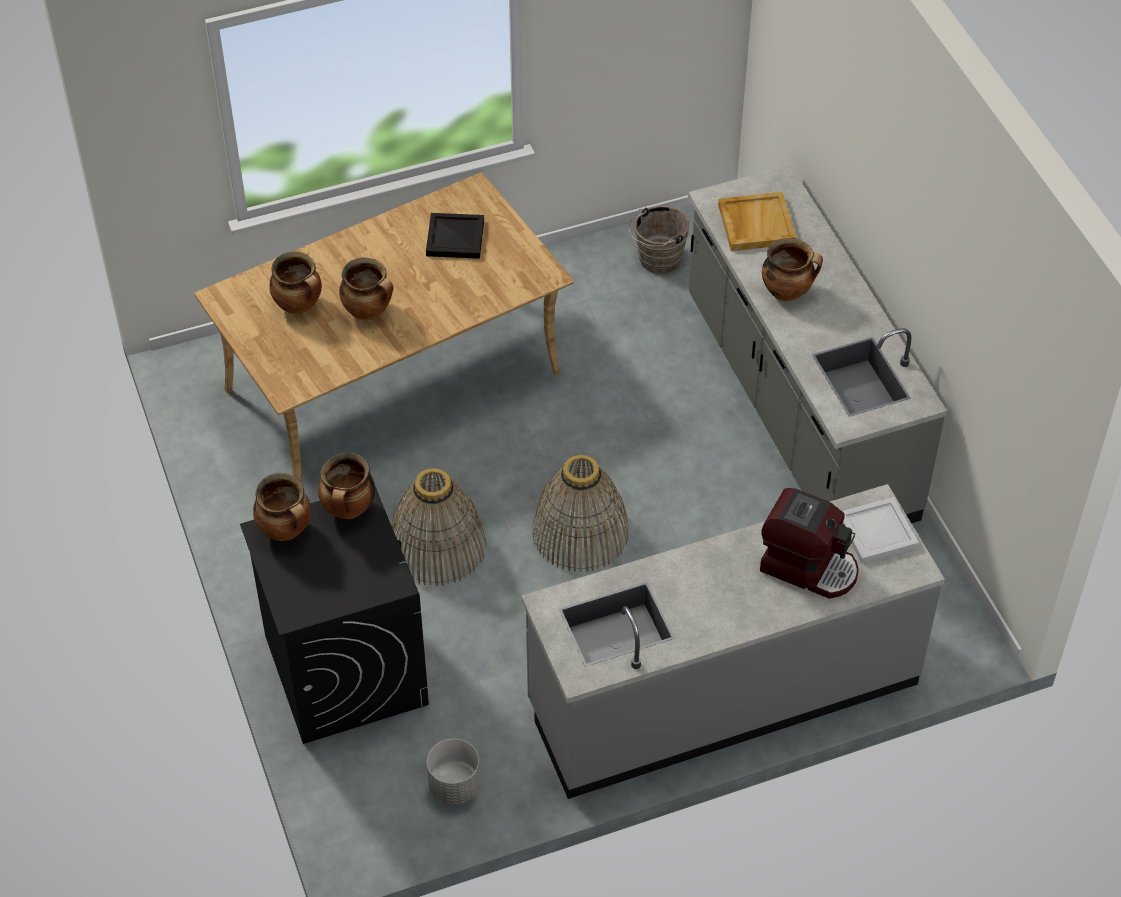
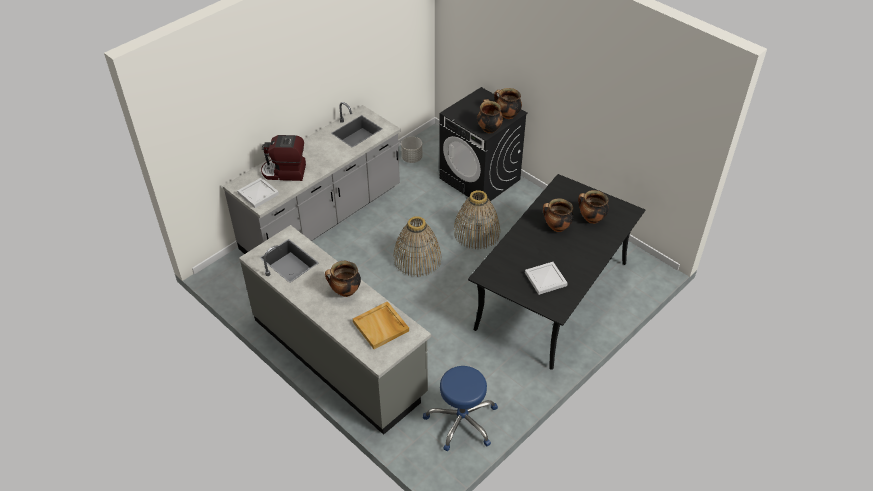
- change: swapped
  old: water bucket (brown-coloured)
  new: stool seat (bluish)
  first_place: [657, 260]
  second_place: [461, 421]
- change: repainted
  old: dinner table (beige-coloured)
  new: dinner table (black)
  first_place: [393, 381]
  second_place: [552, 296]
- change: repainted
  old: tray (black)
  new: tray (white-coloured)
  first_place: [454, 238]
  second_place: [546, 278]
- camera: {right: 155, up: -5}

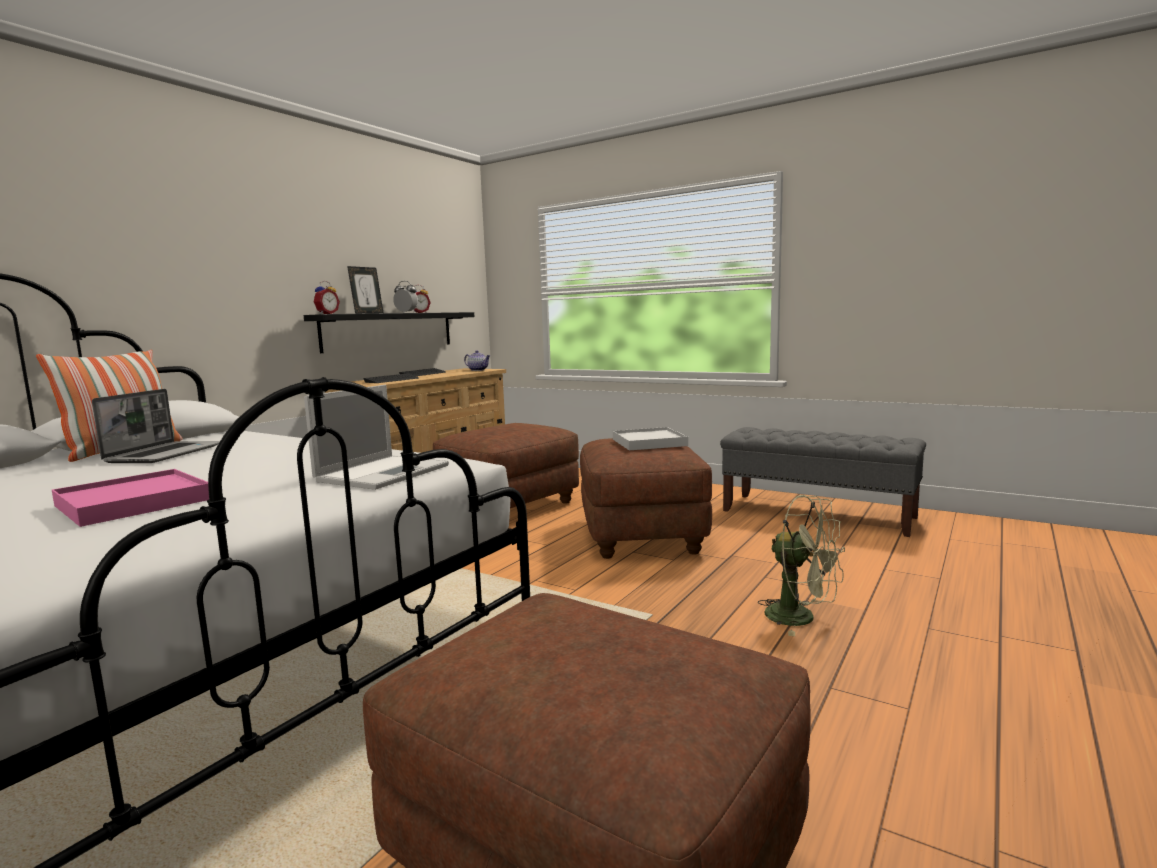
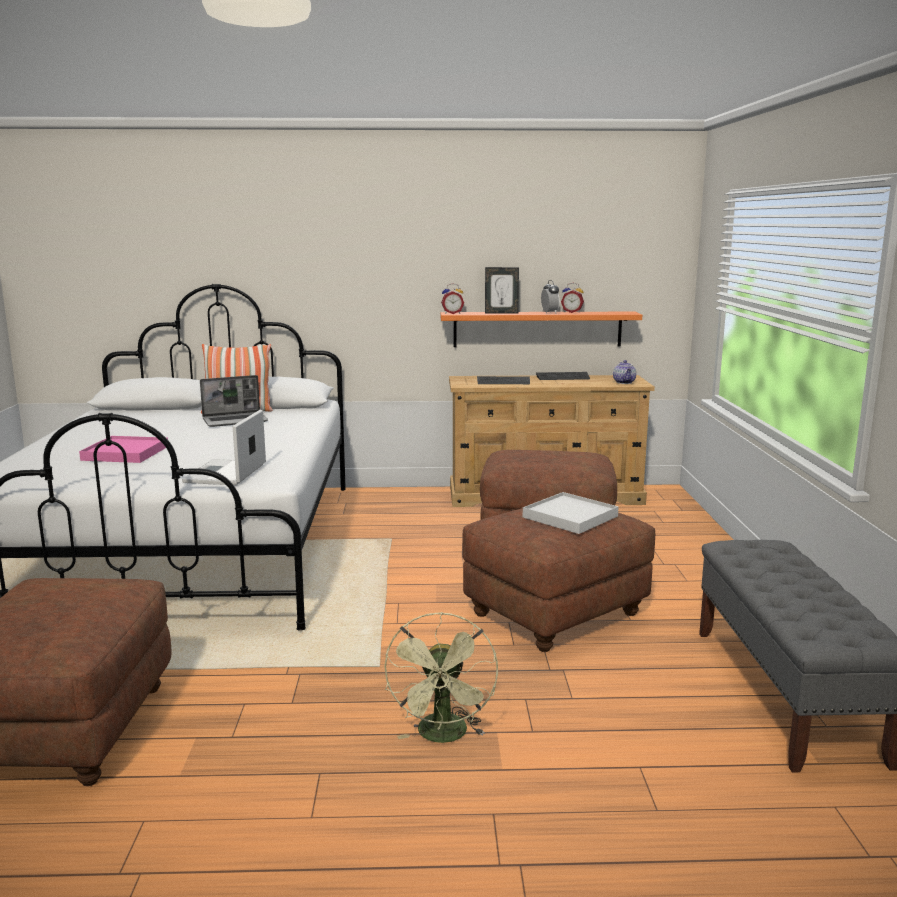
- change: repainted
  old: bracket shelf (black)
  new: bracket shelf (orange)
  first_place: [389, 331]
  second_place: [537, 329]
- change: rotated
  old: laptop
  first_place: [384, 473]
  second_place: [225, 474]
  degrees: 105
- camera: {right: 55, up: 5}

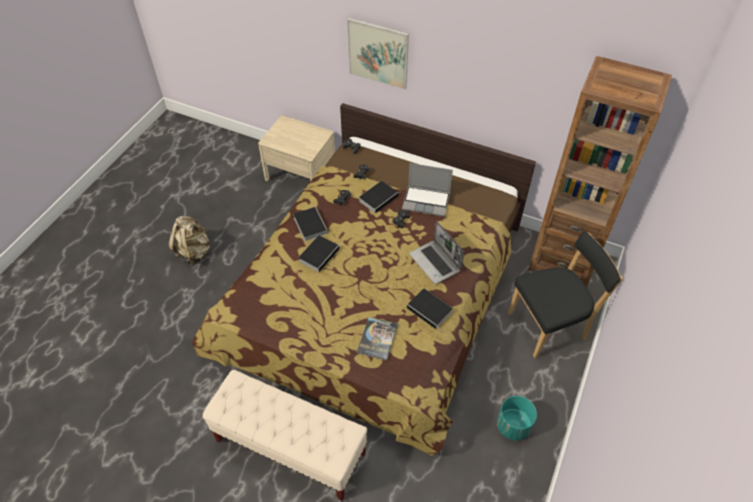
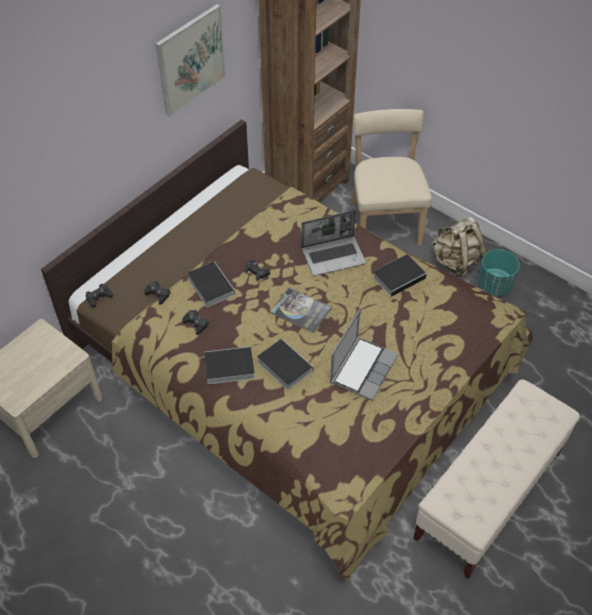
- change: shifted
  old: backpack (beige-coloured)
  first_place: [194, 252]
  second_place: [455, 262]
- change: shifted
  old: wall picture
  first_place: [378, 53]
  second_place: [191, 60]
- change: shifted
  old: volume
  first_place: [377, 338]
  second_place: [300, 310]
- change: shifted
  old: laptop
  first_place: [427, 201]
  second_place: [363, 368]
- change: repainted
  old: plain chair (black)
  new: plain chair (beige-coloured)
  first_place: [550, 325]
  second_place: [384, 221]
- camera: {right: -75, up: 0}

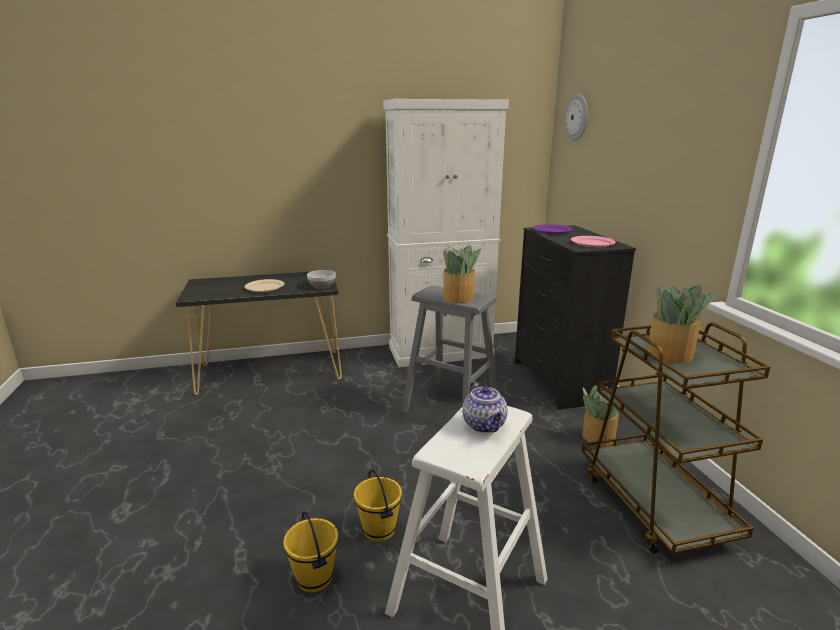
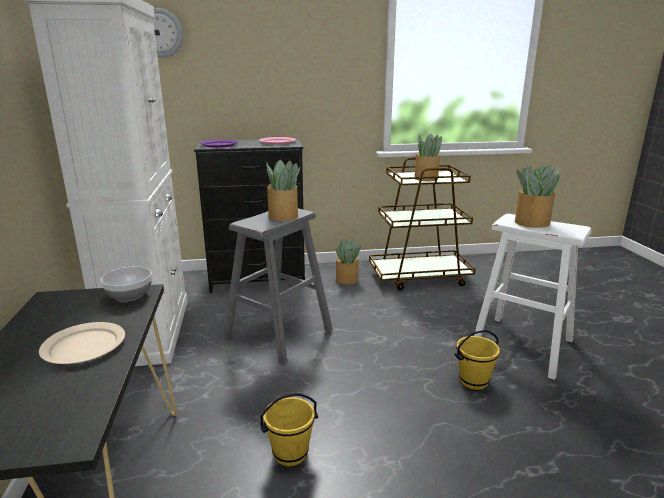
- change: shifted
  old: water bucket (yellow-coloured)
  first_place: [314, 578]
  second_place: [290, 454]
- change: swapped
  old: tea pot
  new: plant in a pot
  first_place: [485, 425]
  second_place: [531, 222]
- camera: {right: -85, up: 0}

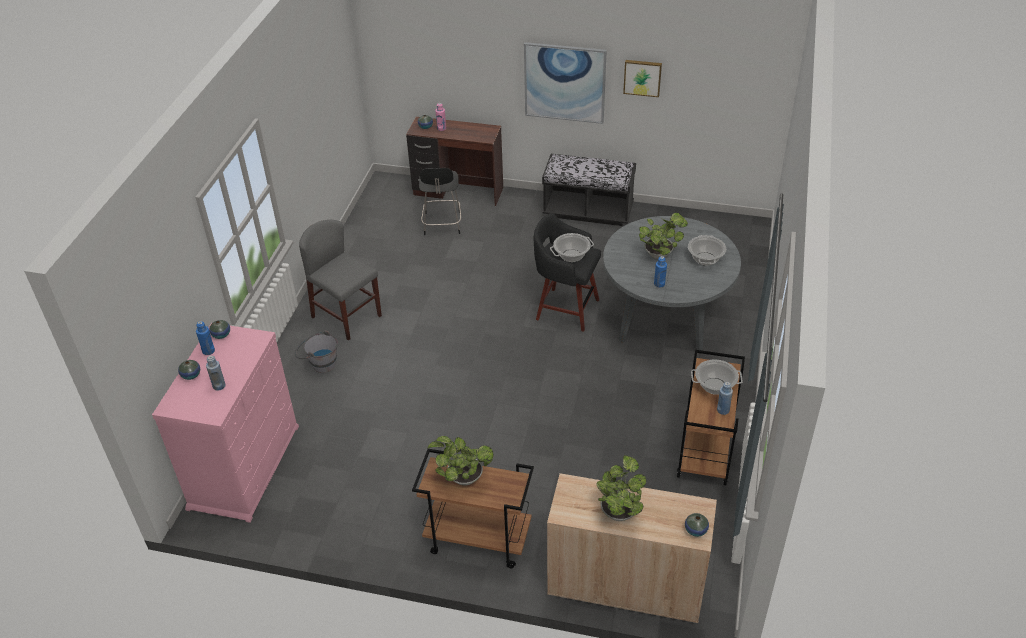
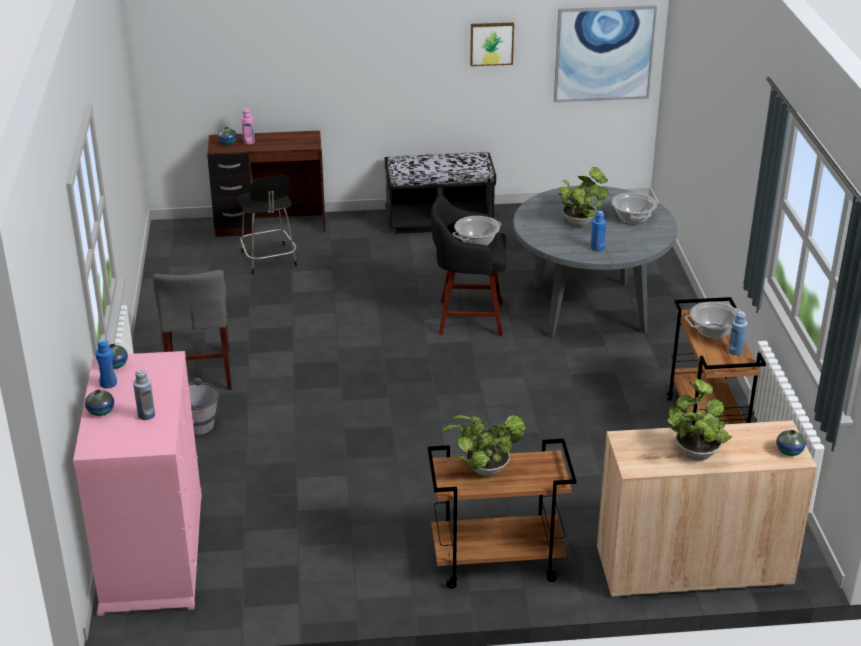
- change: shifted
  old: wall picture
  first_place: [564, 82]
  second_place: [603, 53]
- change: rotated
  old: plain chair (greyish)
  first_place: [346, 316]
  second_place: [199, 371]
  degrees: -120
- camera: {right: -20, up: -10}

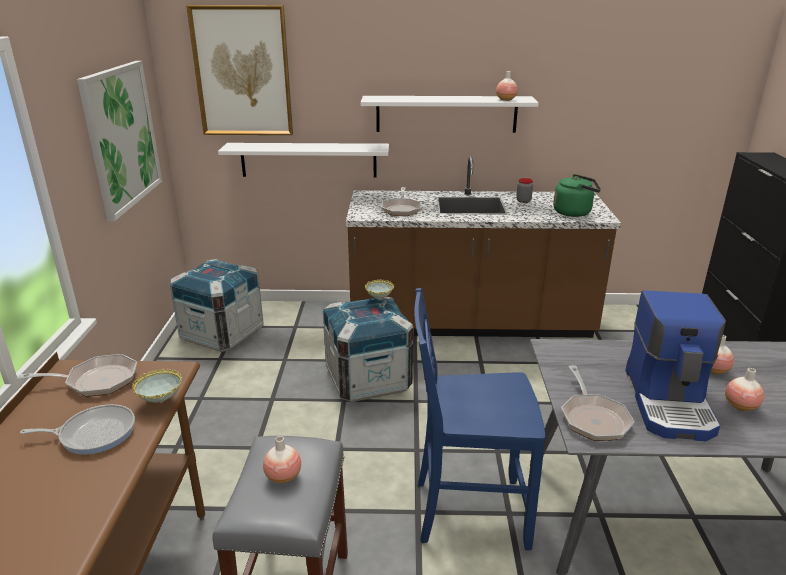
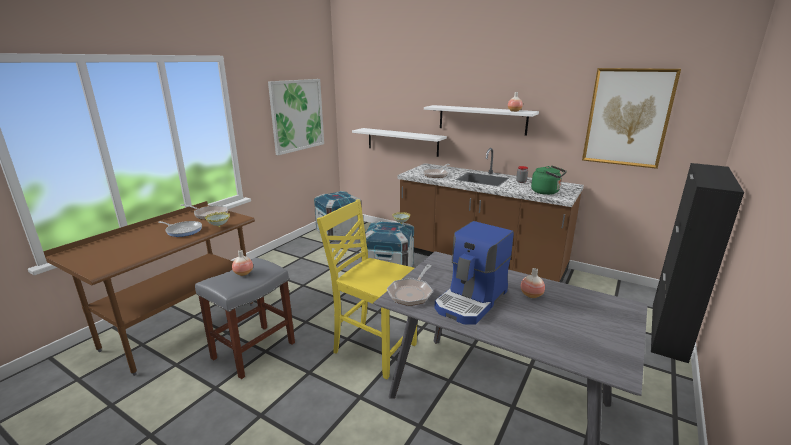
- change: gone
  old: decorative vase
  first_place: [740, 406]
- change: shifted
  old: wall picture
  first_place: [242, 72]
  second_place: [627, 117]
- change: repainted
  old: plain chair (bluish)
  new: plain chair (yellow-coloured)
  first_place: [468, 511]
  second_place: [373, 348]
- camera: {right: 30, up: -5}

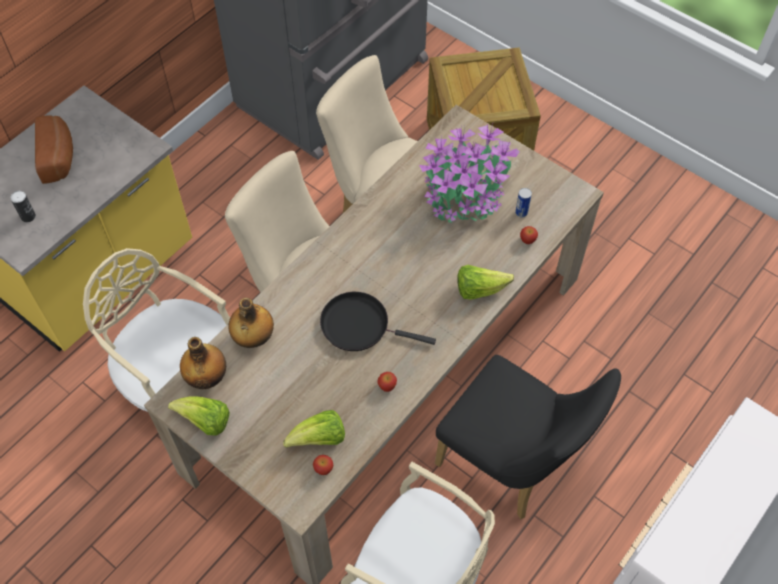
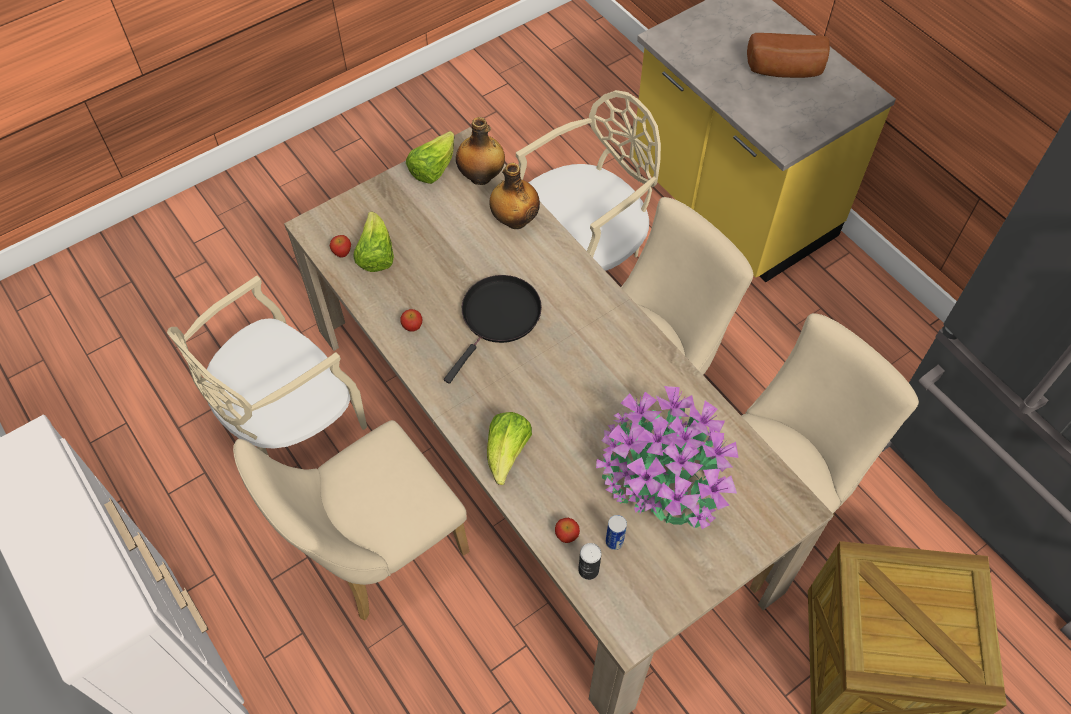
- change: shifted
  old: sealed can
  first_place: [28, 216]
  second_place: [588, 570]
- change: repainted
  old: plain chair (black)
  new: plain chair (beige-coloured)
  first_place: [511, 464]
  second_place: [375, 552]
- camera: {right: 105, up: 0}

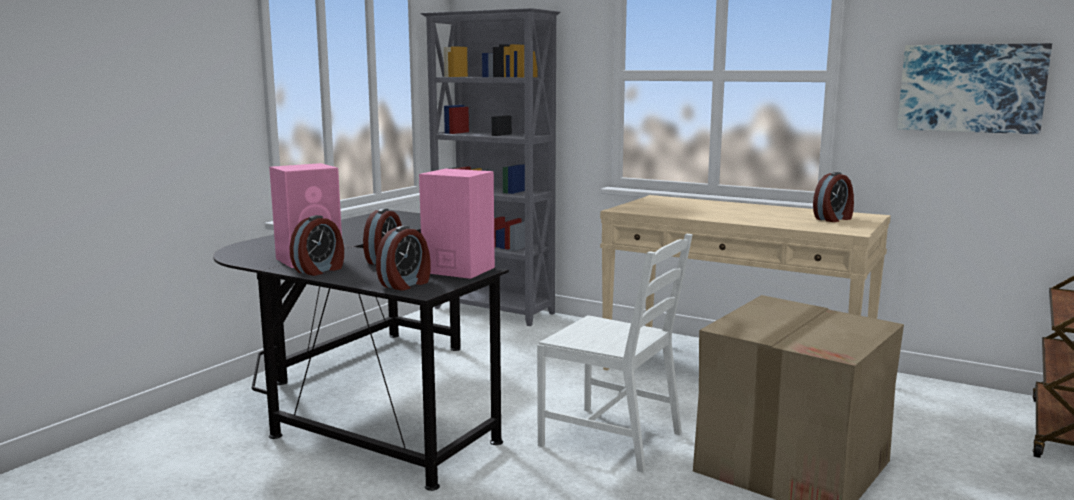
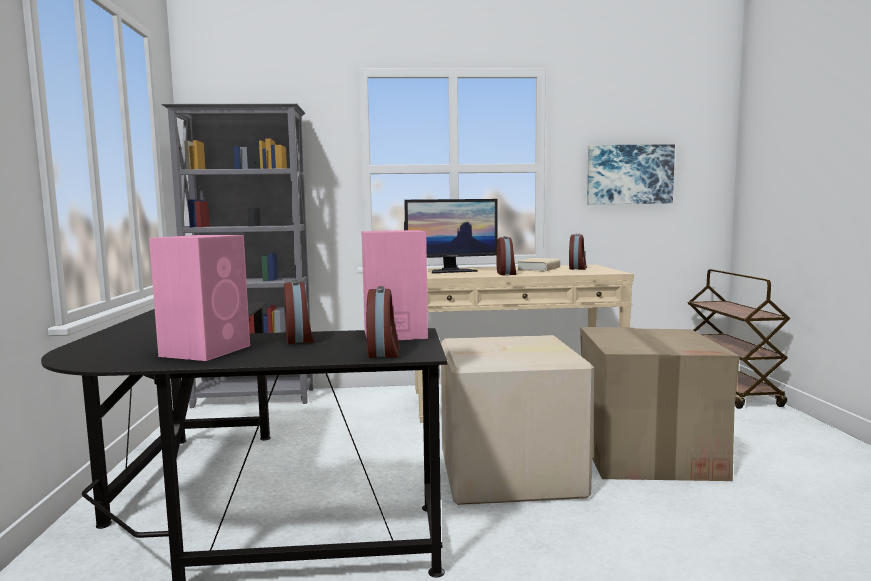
- change: new
  new: computer display
  second_place: [451, 271]
- change: new
  new: volume (beige-coloured)
  second_place: [538, 269]
- change: shifted
  old: bedside clock
  first_place: [320, 270]
  second_place: [506, 273]
- change: swapped
  old: plain chair (white-coloured)
  new: carton
  first_place: [613, 438]
  second_place: [512, 473]
- camera: {right: -35, up: -5}

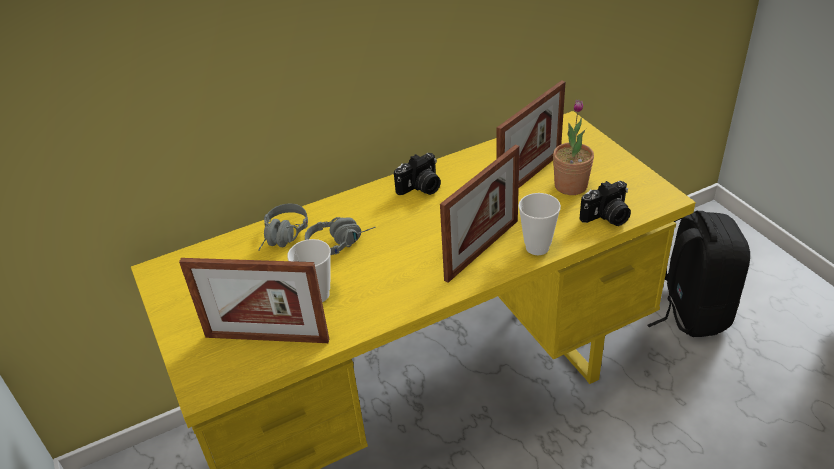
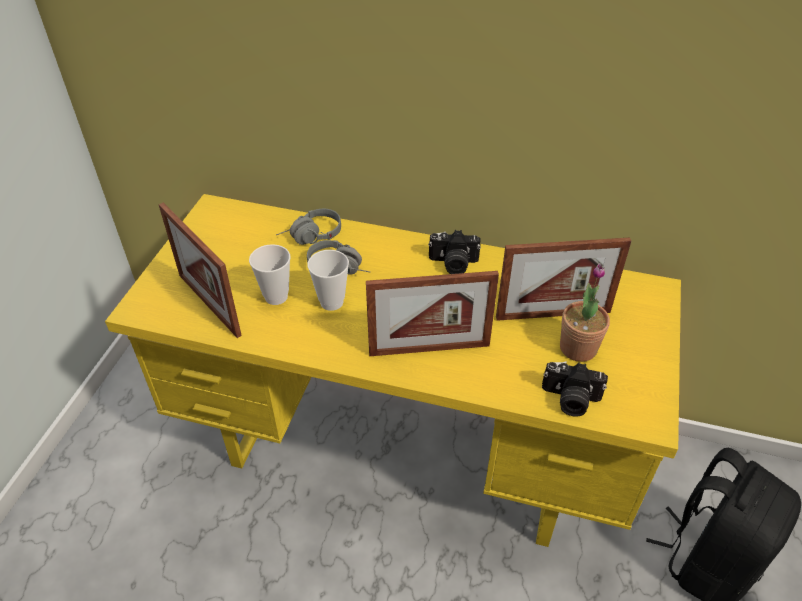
- change: shifted
  old: drinking cup
  first_place: [537, 247]
  second_place: [331, 302]
- camera: {right: 40, up: 5}

